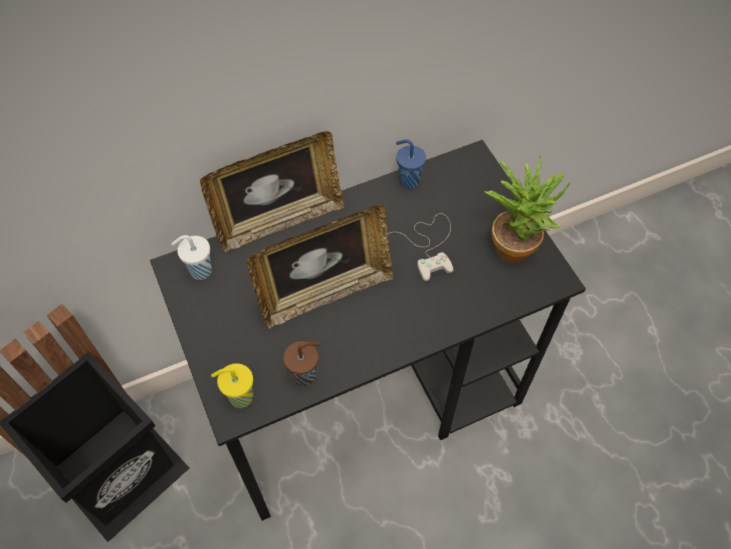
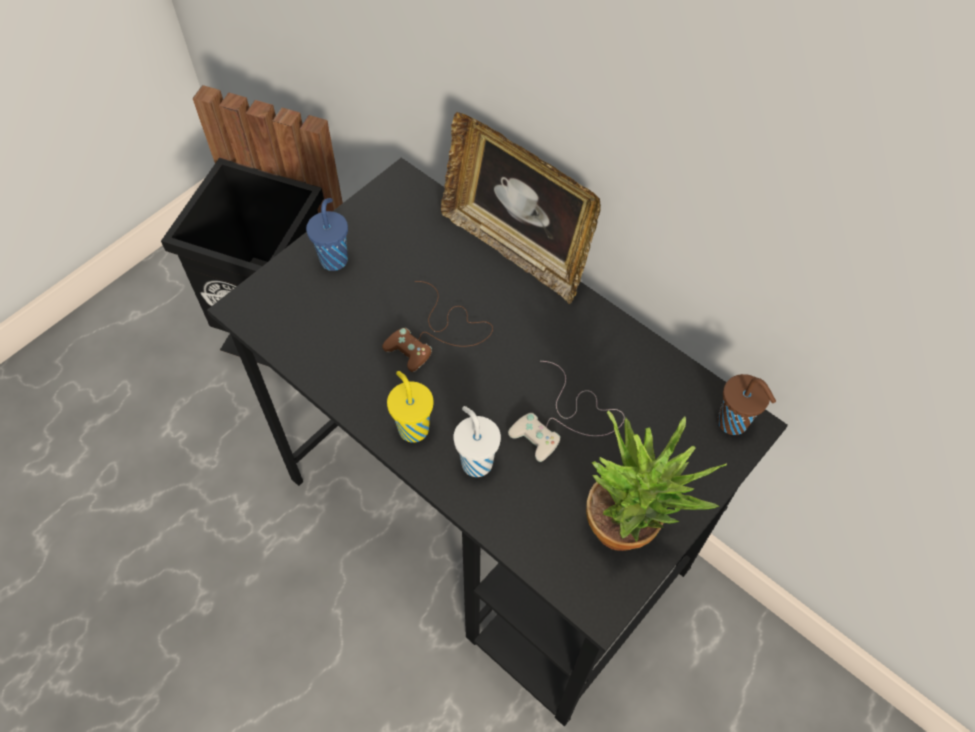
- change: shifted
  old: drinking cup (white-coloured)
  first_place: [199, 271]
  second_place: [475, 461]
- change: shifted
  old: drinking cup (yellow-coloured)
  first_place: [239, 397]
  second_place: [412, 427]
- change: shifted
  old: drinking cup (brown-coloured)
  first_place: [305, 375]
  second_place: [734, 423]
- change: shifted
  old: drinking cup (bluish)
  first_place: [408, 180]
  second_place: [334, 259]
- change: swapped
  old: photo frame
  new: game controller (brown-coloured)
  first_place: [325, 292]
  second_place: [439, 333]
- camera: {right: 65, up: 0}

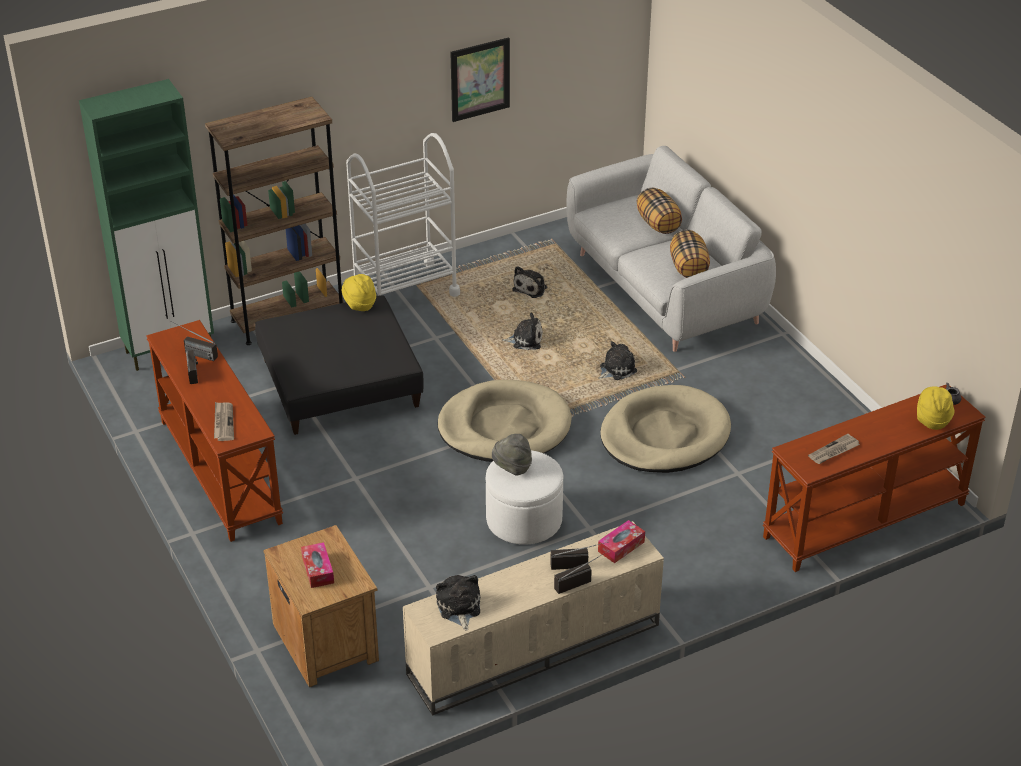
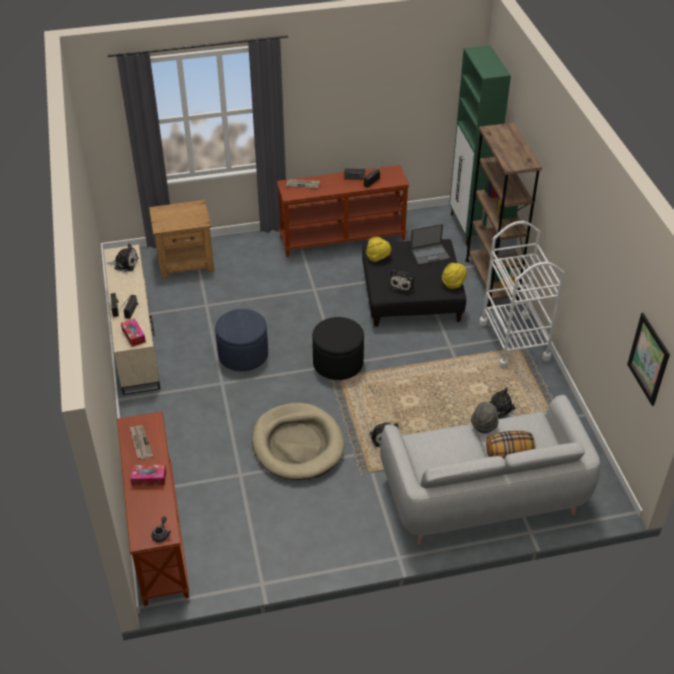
- change: gone
  old: throw pillow
  first_place: [689, 268]
- change: new
  new: laptop
  second_place: [430, 254]
- change: shifted
  old: tissue holder
  first_place: [318, 570]
  second_place: [149, 478]
- change: shifted
  old: wall picture
  first_place: [480, 79]
  second_place: [648, 359]
- change: shifted
  old: wearable hat (greyish)
  first_place: [512, 468]
  second_place: [484, 425]
- change: shifted
  old: soft toy
  first_place: [525, 340]
  second_place: [402, 284]
- change: shifted
  old: wearable hat (yellow-coloured)
  first_place: [932, 420]
  second_place: [378, 257]
- change: swapped
  old: dog bed (beige-coloured)
  new: ottoman (black)
  first_place: [504, 427]
  second_place: [338, 363]
- change: repainted
  old: ottoman (white-coloured)
  new: ottoman (bluish)
  first_place: [524, 520]
  second_place: [243, 354]
- camera: {right: 105, up: 5}

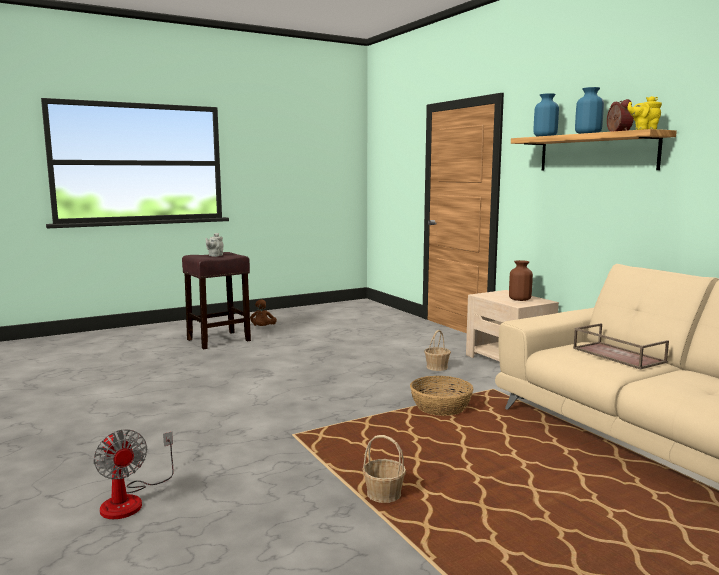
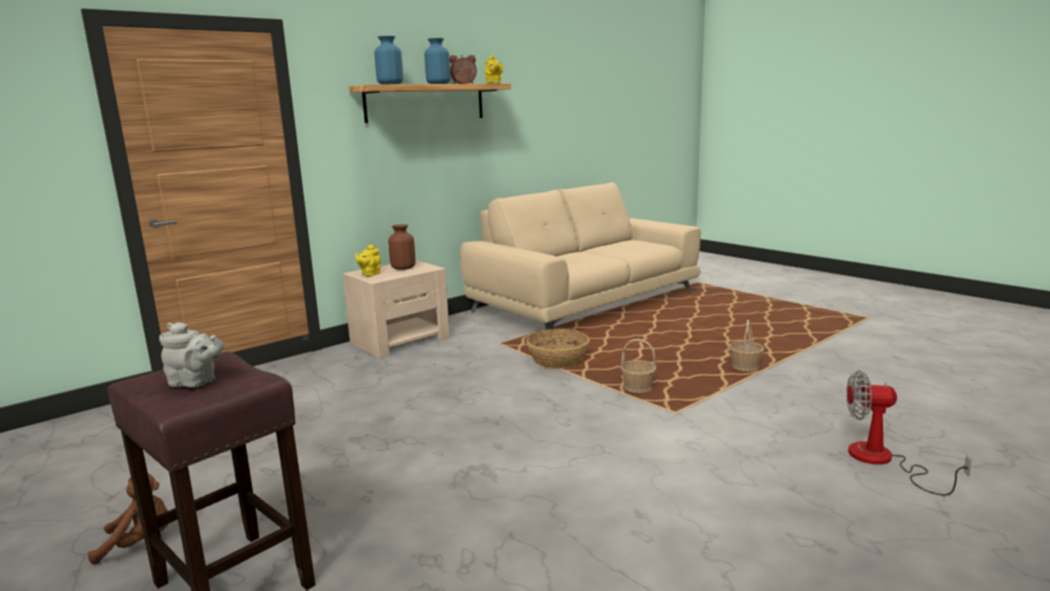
- change: gone
  old: tray (brown-coloured)
  first_place: [616, 355]
- change: new
  new: tea pot (yellow-coloured)
  second_place: [369, 274]
- change: shifted
  old: household basket
  first_place: [437, 367]
  second_place: [637, 388]
- change: rotated
  old: cooling fan
  first_place: [131, 500]
  second_place: [883, 461]
  degrees: -120
- camera: {right: -100, up: 5}

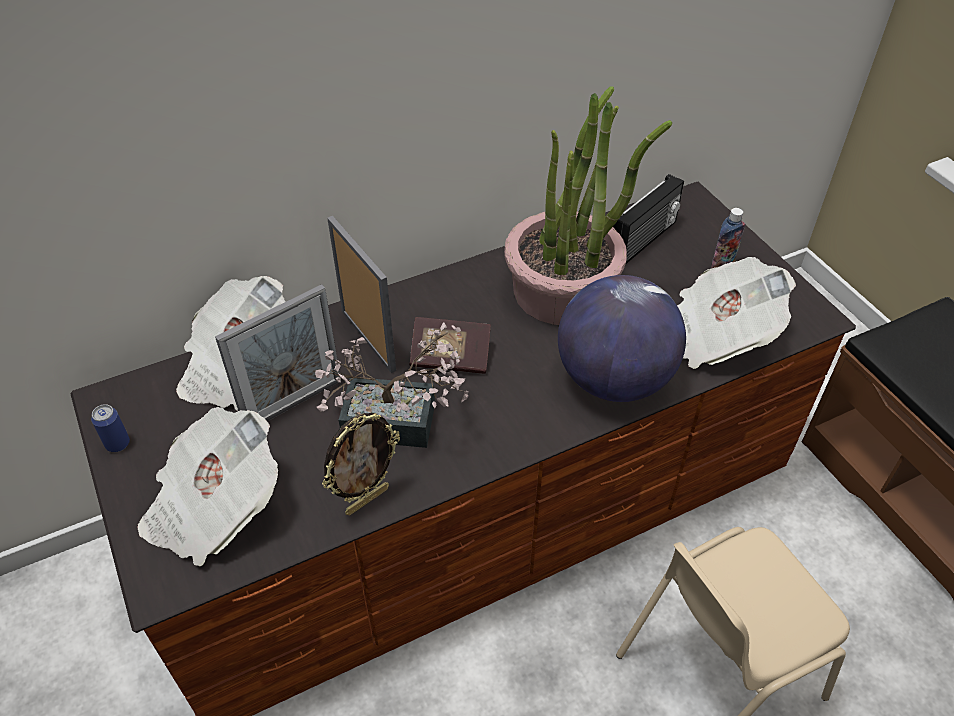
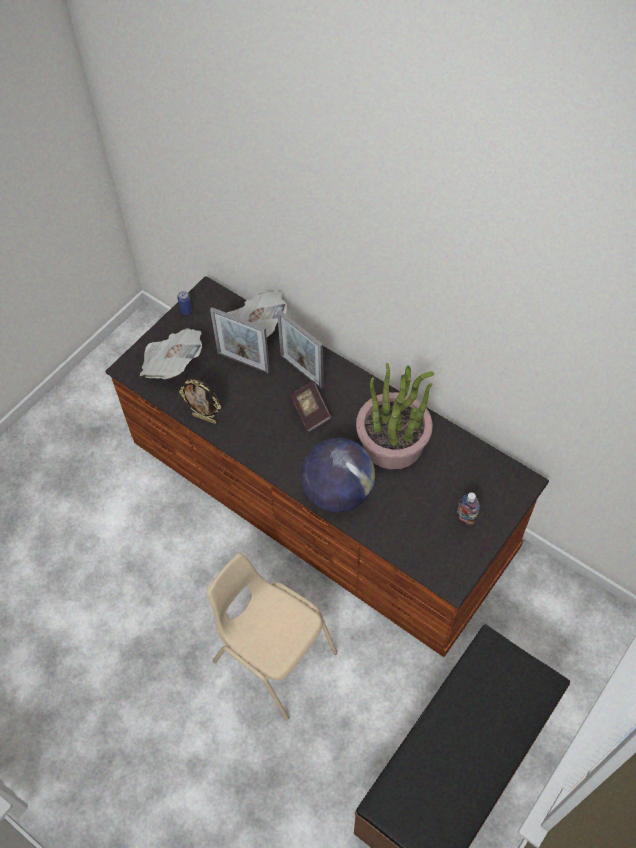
- change: gone
  old: plant in a pot
  first_place: [401, 423]
- change: gone
  old: radio set
  first_place: [644, 241]
- change: gone
  old: daily paper
  first_place: [714, 335]
- change: rotated
  old: photo frame
  first_place: [368, 340]
  second_place: [301, 371]
  degrees: 105
- camera: {right: 65, up: 10}

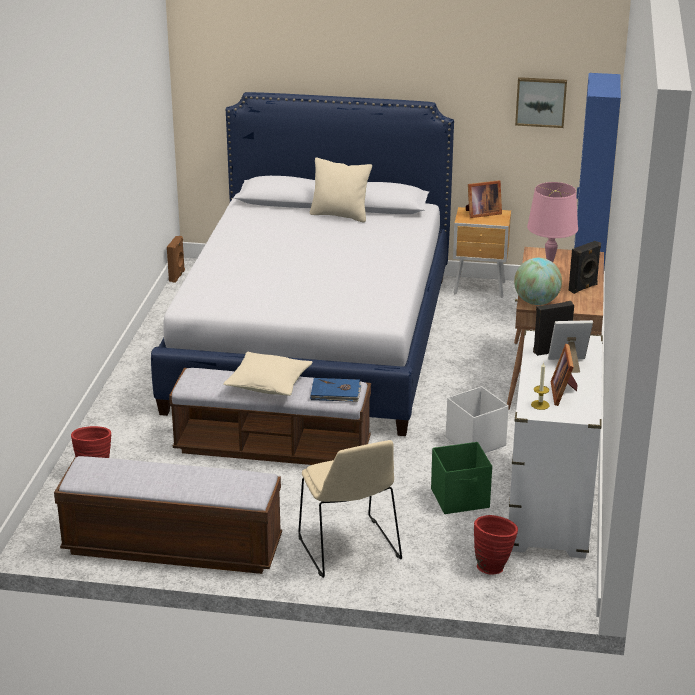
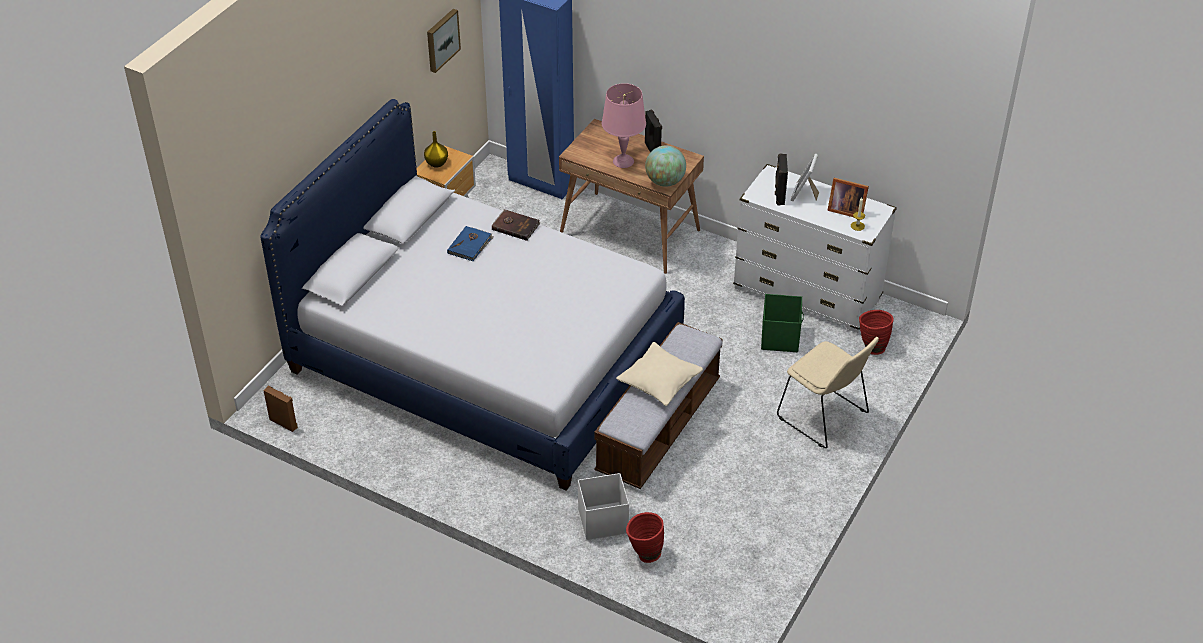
- change: gone
  old: bench
  first_place: [172, 547]
- change: gone
  old: throw pillow (beige-coloured)
  first_place: [340, 215]
- change: new
  new: volume (brown-coloured)
  second_place: [515, 226]
- change: shifted
  old: volume (bluish)
  first_place: [336, 393]
  second_place: [470, 245]
- change: shifted
  old: storage box (white-coloured)
  first_place: [475, 441]
  second_place: [602, 521]
- change: swapped
  old: photo frame
  new: decorative vase (yellow-coloured)
  first_place: [481, 213]
  second_place: [436, 163]
- change: rotated
  old: plain chair (beige-coloured)
  first_place: [350, 550]
  second_place: [824, 417]
  degrees: 45
- camera: {right: -70, up: 15}

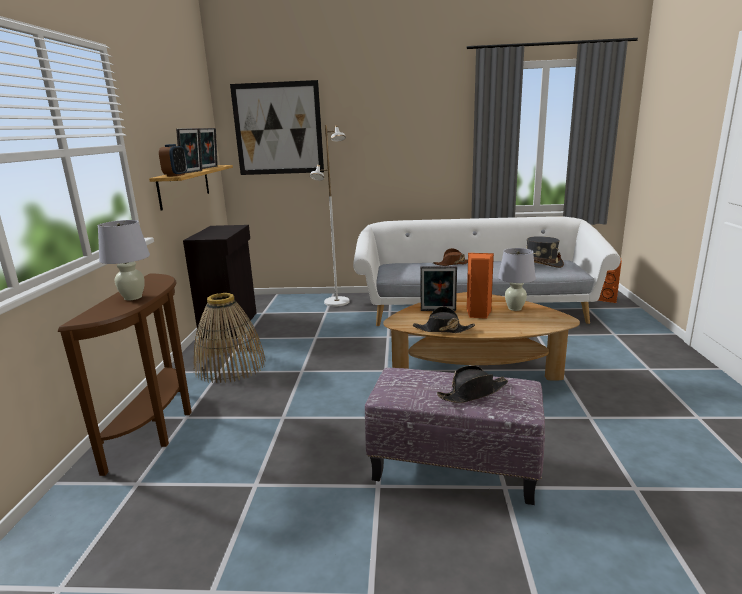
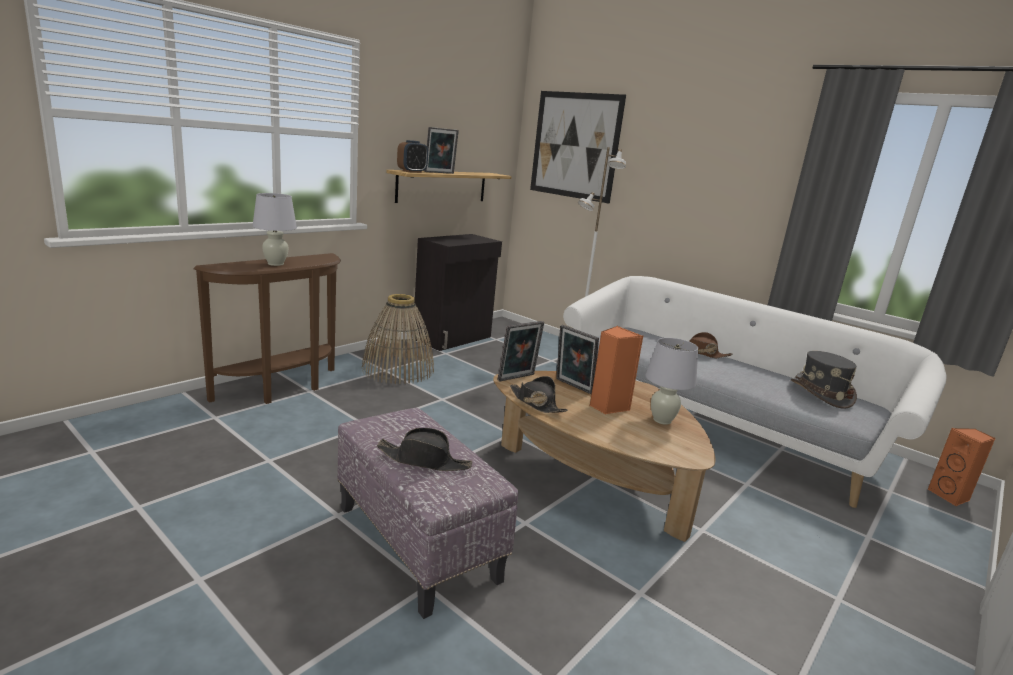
- change: shifted
  old: photo frame
  first_place: [210, 167]
  second_place: [517, 378]
- camera: {right: 35, up: 0}

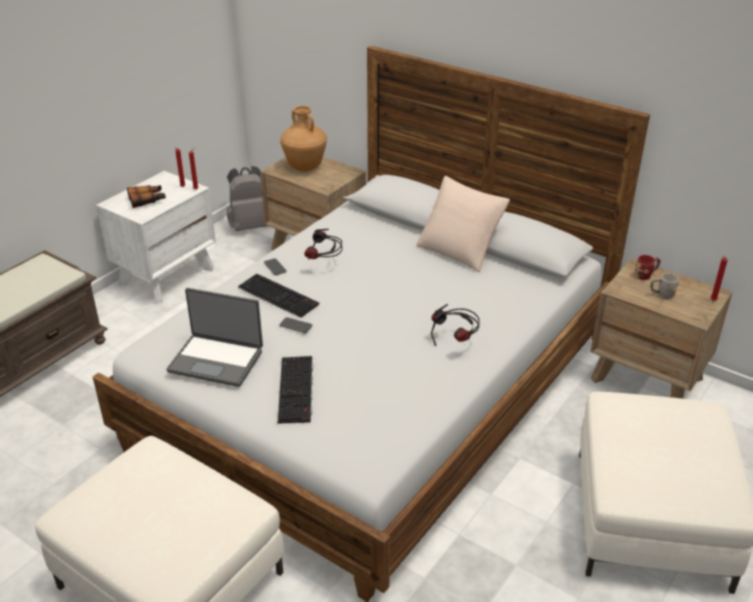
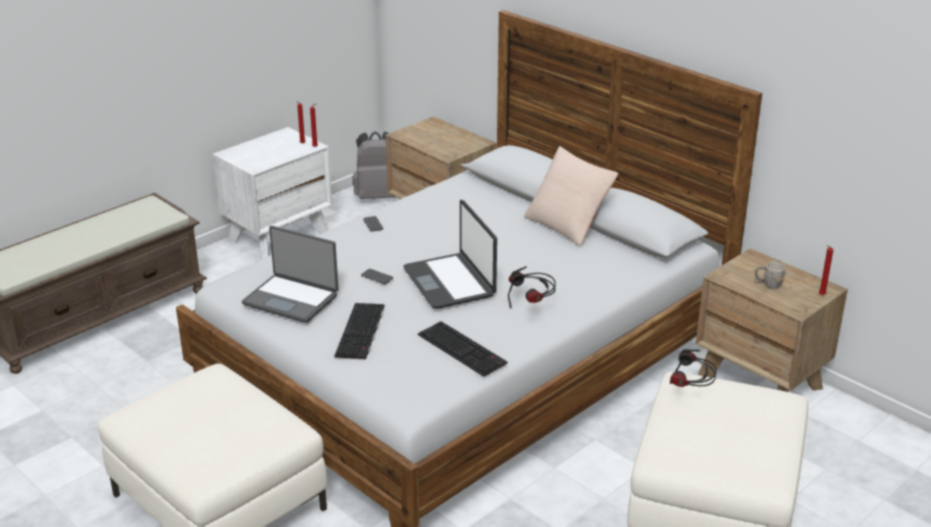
- change: gone
  old: pair of binoculars
  first_place: [147, 200]
- change: gone
  old: decorative vase (brown-coloured)
  first_place: [304, 167]
- change: gone
  old: coffee mug (red-coloured)
  first_place: [646, 275]
- change: new
  new: laptop
  second_place: [450, 282]
- change: shifted
  old: computer keyboard
  first_place: [279, 295]
  second_place: [463, 349]
- change: shifted
  old: headset
  first_place: [324, 264]
  second_place: [690, 393]
- camera: {right: 10, up: -5}

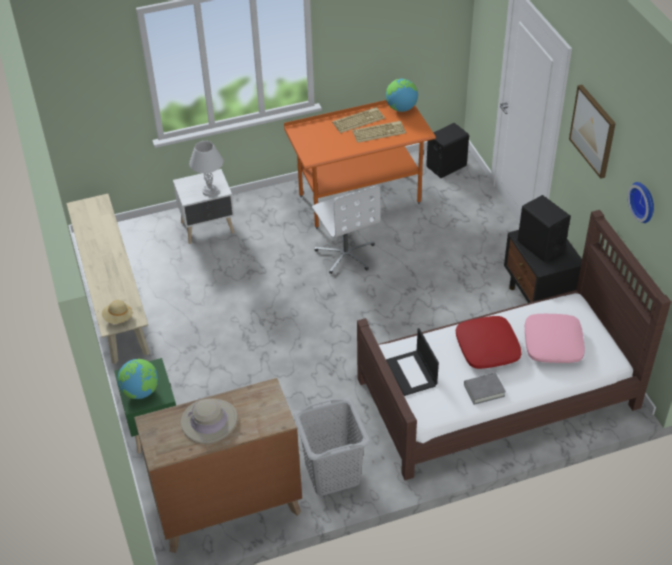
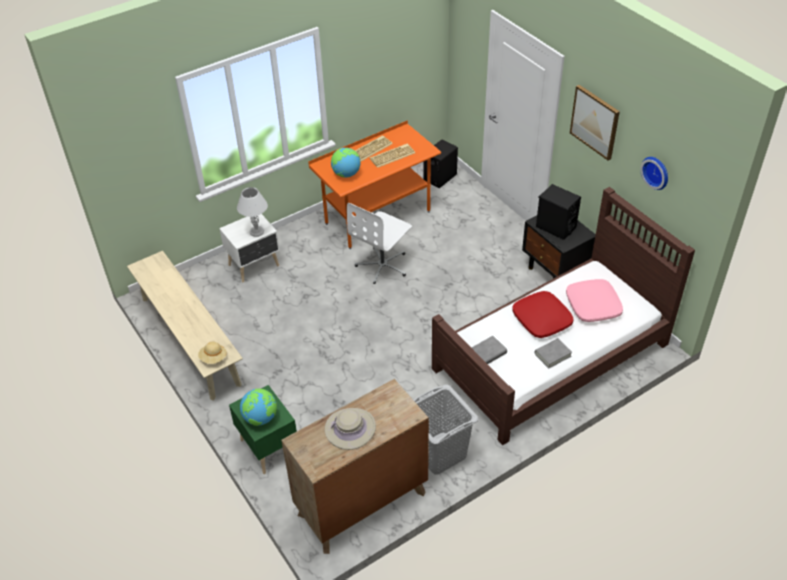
- change: shifted
  old: desk globe
  first_place: [401, 108]
  second_place: [346, 174]
- change: swapped
  old: laptop
  new: volume (greyish)
  first_place: [412, 373]
  second_place: [488, 353]
- change: rotated
  old: computer chair (white-coloured)
  first_place: [346, 254]
  second_place: [383, 265]
  degrees: 75
- camera: {right: -15, up: 0}

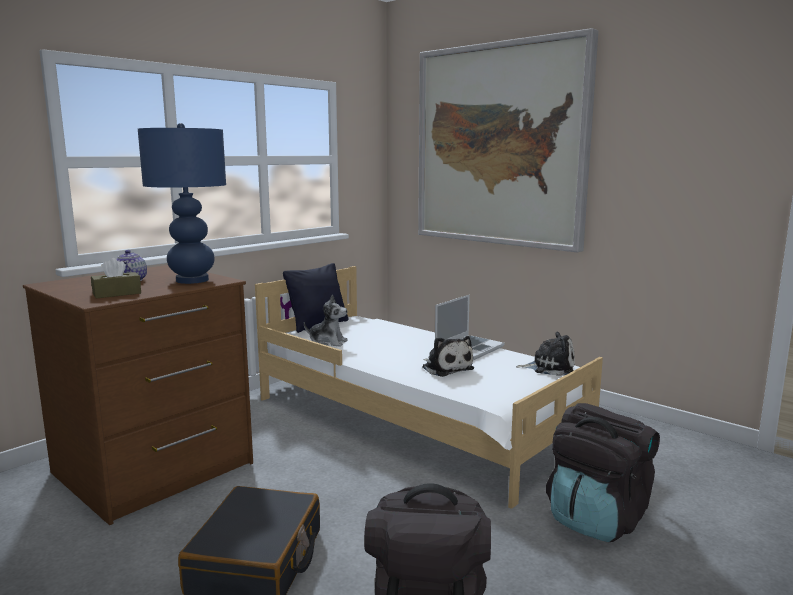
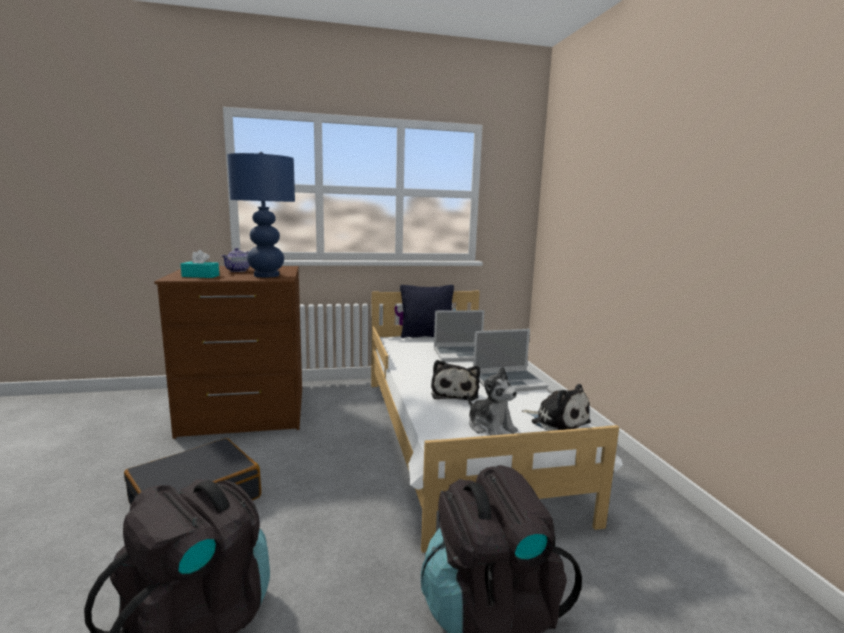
- change: gone
  old: wall picture
  first_place: [499, 145]
- change: new
  new: laptop
  second_place: [462, 354]
- change: shifted
  old: soft toy
  first_place: [328, 342]
  second_place: [490, 427]
- change: repainted
  old: tissue holder (brown-coloured)
  new: tissue holder (turquoise)
  first_place: [117, 293]
  second_place: [200, 276]
- camera: {right: 35, up: 0}

